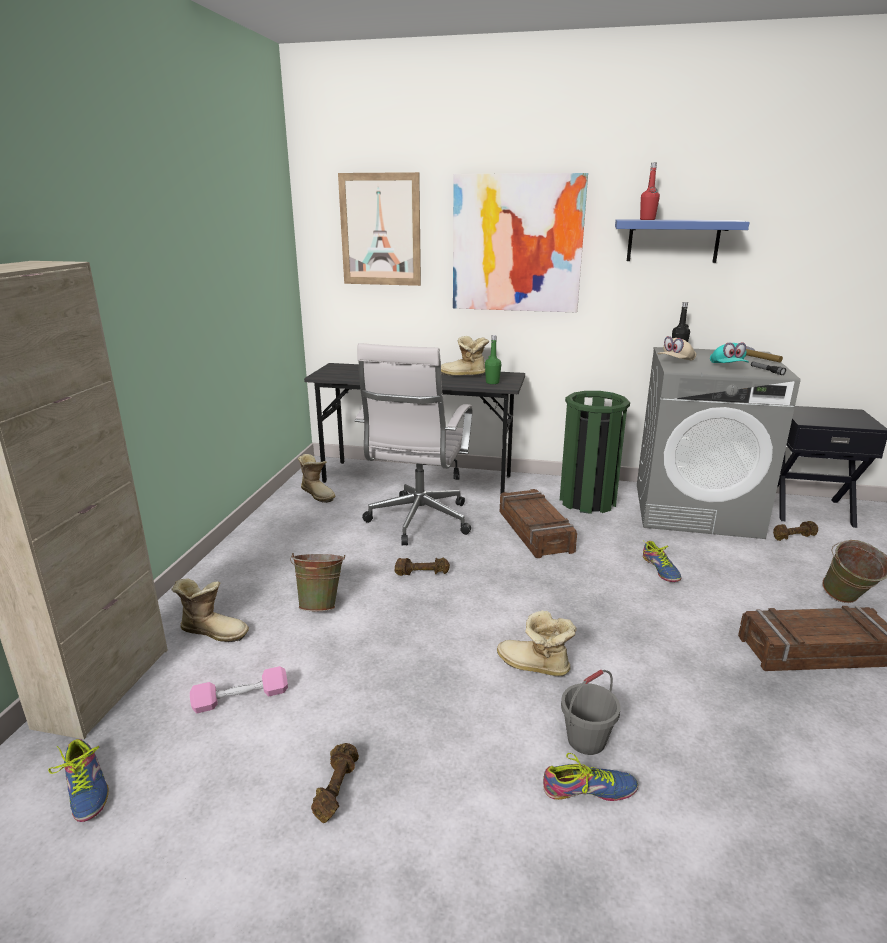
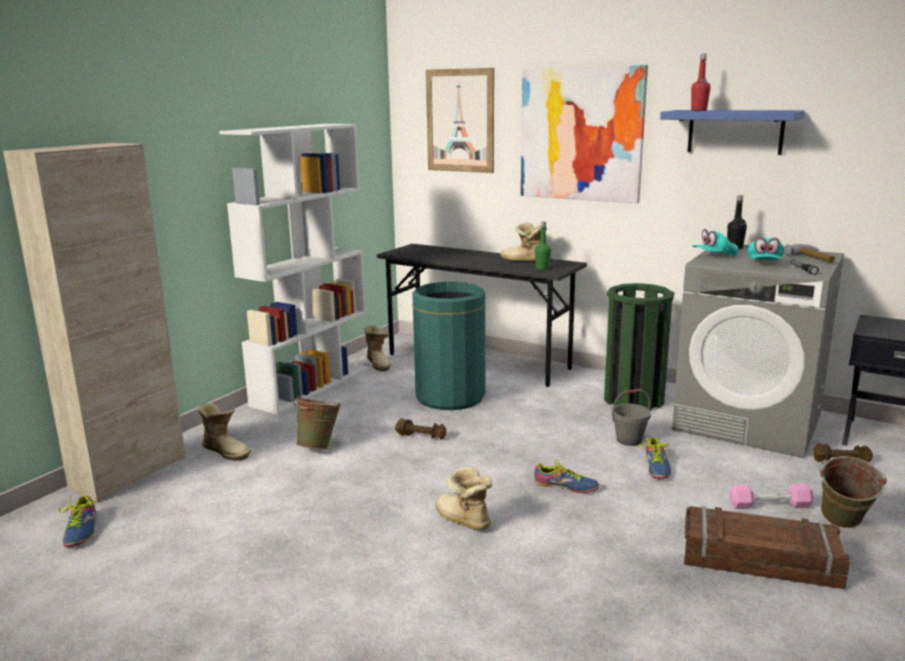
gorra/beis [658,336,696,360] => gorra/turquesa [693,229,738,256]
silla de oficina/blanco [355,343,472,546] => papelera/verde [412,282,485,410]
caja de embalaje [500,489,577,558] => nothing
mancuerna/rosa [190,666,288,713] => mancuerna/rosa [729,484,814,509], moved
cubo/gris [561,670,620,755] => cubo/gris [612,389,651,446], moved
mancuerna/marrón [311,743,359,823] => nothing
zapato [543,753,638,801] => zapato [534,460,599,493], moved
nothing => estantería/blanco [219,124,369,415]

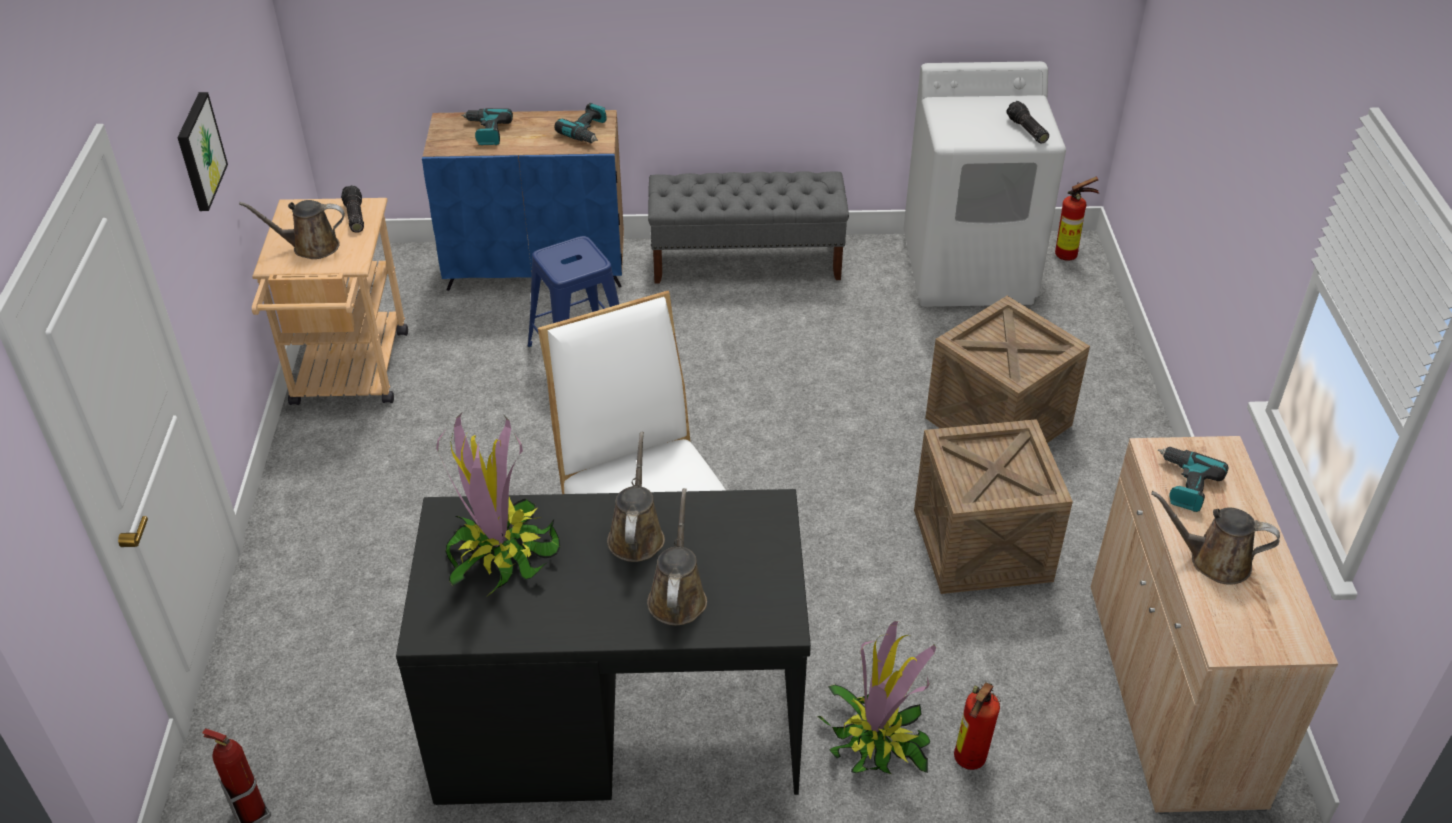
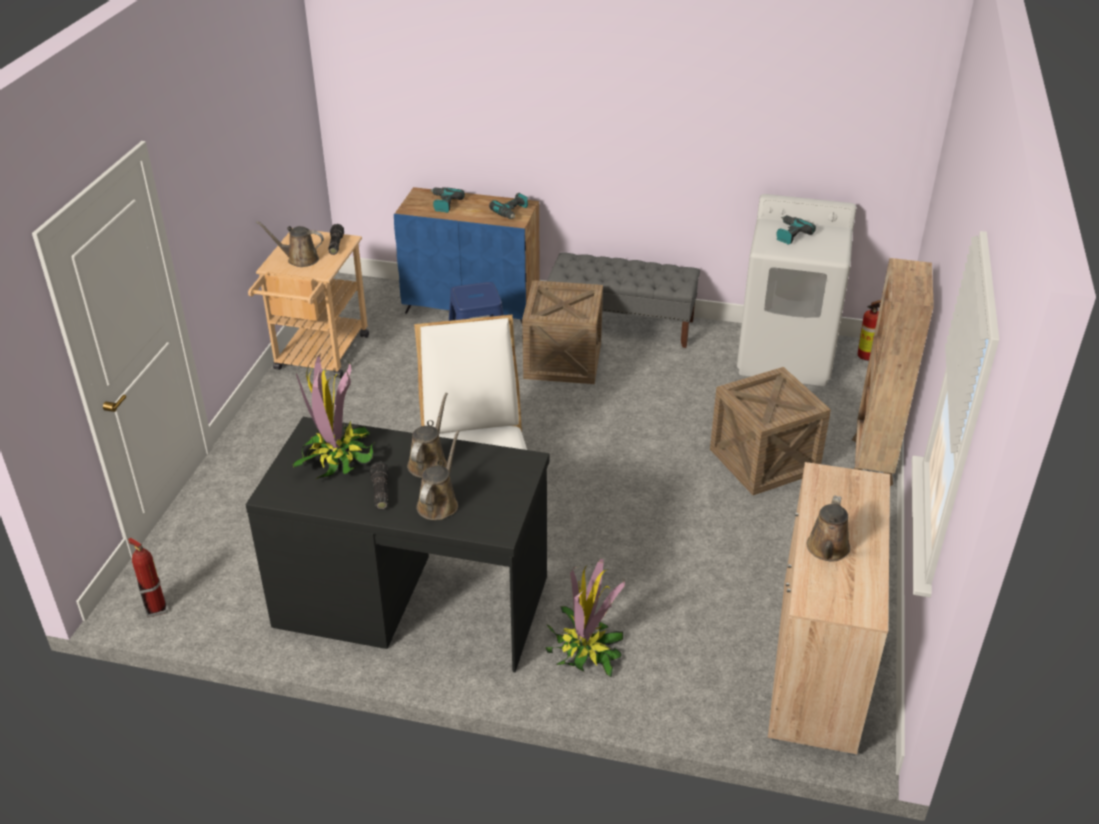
cuadro [177,92,228,211] => nothing
linterna [1007,101,1049,144] => linterna [370,462,389,510], moved
caja de embalaje [914,419,1073,594] => caja de embalaje [522,280,603,384], moved
taladro [1158,447,1229,512] => taladro [776,215,816,245], moved
regadera/marrón [1151,491,1280,585] => regadera/marrón [806,496,850,562], 105 degrees counterclockwise
extintor [954,682,1001,770] => nothing
nothing => estantería/marrón [852,258,934,486]

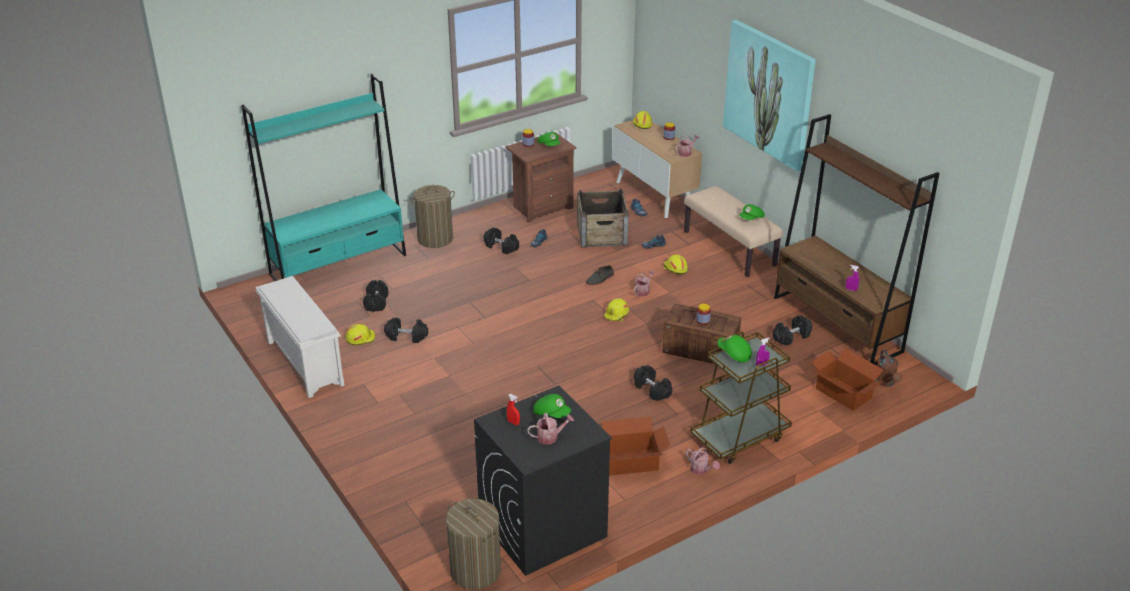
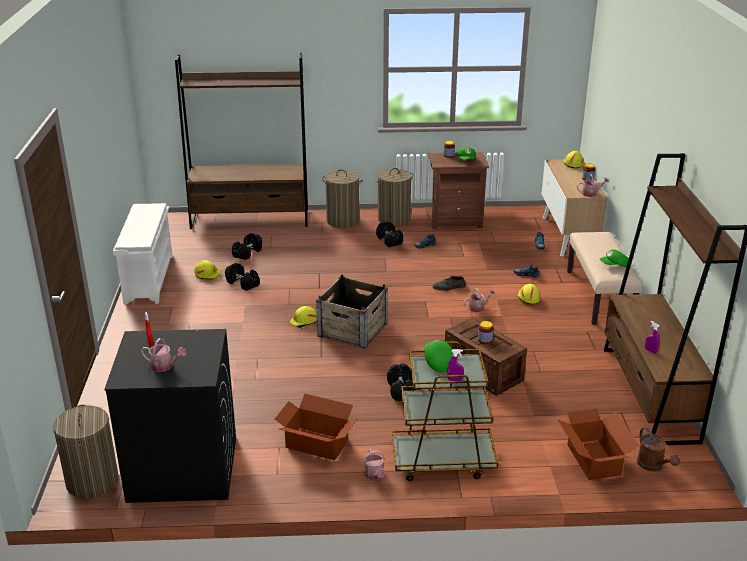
cuadro [723,20,816,171] => nothing
estantería/turquesa [241,73,406,281] => estantería/marrón [175,53,308,229]
caja de embalaje [577,188,629,248] => caja de embalaje [316,274,388,349], moved
casco/amarillo [604,298,629,321] => casco/amarillo [290,306,317,329], moved
mancuerna/negro [772,315,812,346] => nothing
regadera/marrón [875,350,902,387] => regadera/marrón [637,427,680,471], 45 degrees counterclockwise
gorra/verde [533,394,571,418] => nothing
nothing => cesto de la ropa [375,168,413,226]

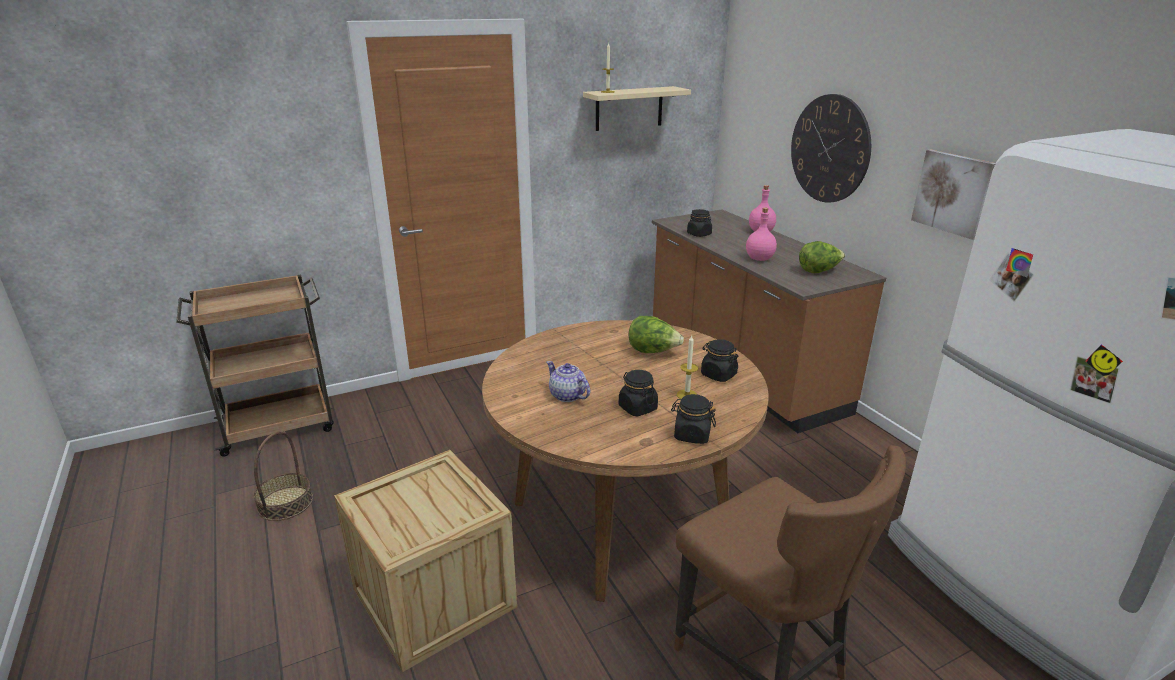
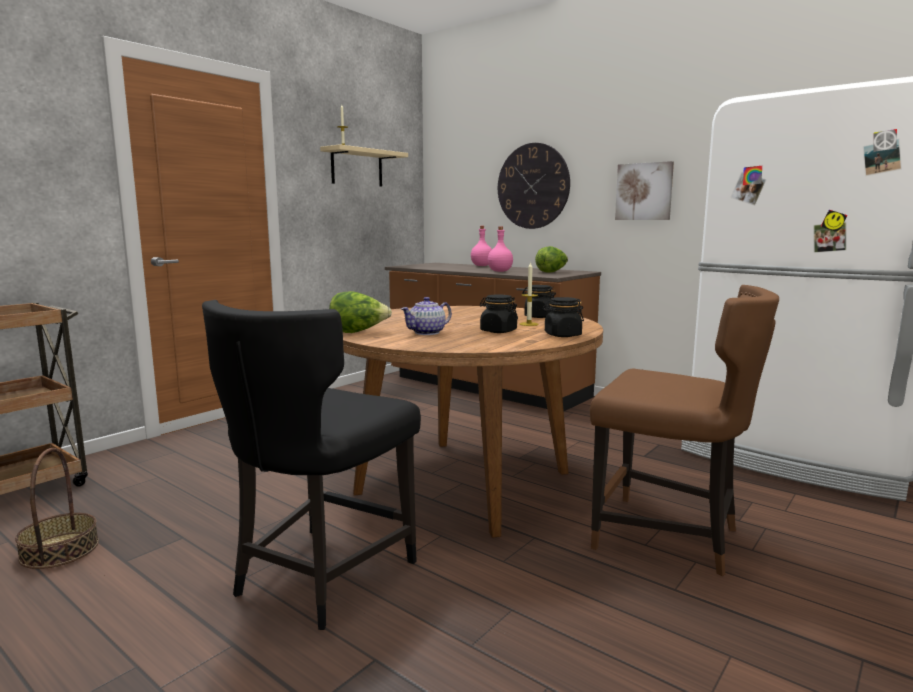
tarro/negro [687,209,712,237] => nothing
lechuga [629,316,684,353] => lechuga [329,291,392,333], moved
tetera [547,361,590,402] => tetera [401,297,452,335], 60 degrees counterclockwise
caja de embalaje [334,450,517,672] => silla/negro [202,300,421,630]

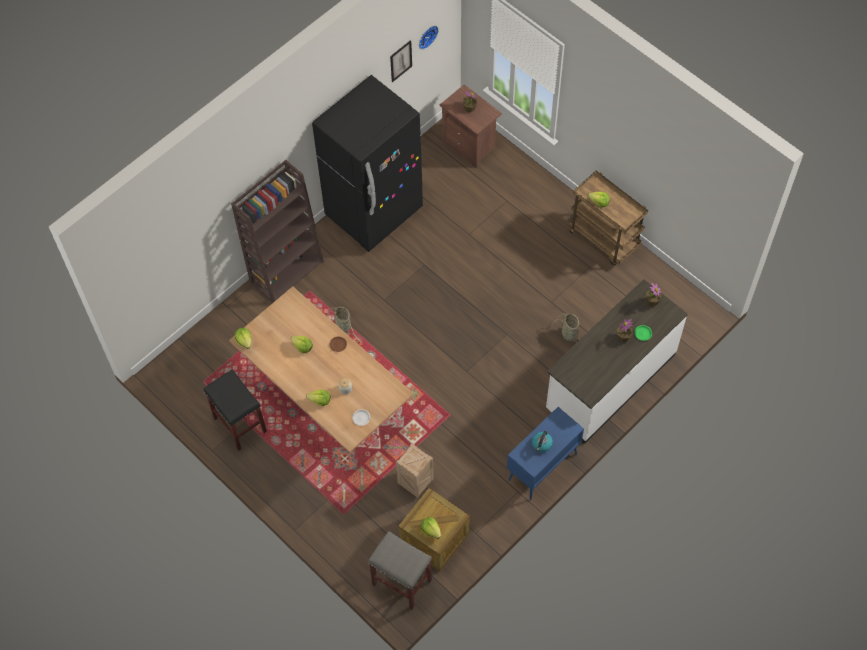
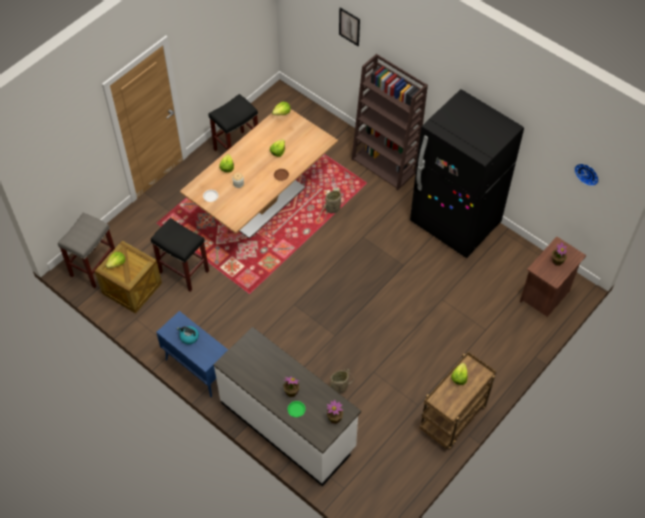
cuadro [390,40,412,82] => cuadro [339,7,360,46], moved
caja de embalaje [396,443,434,498] => taburete/negro [151,218,209,292]

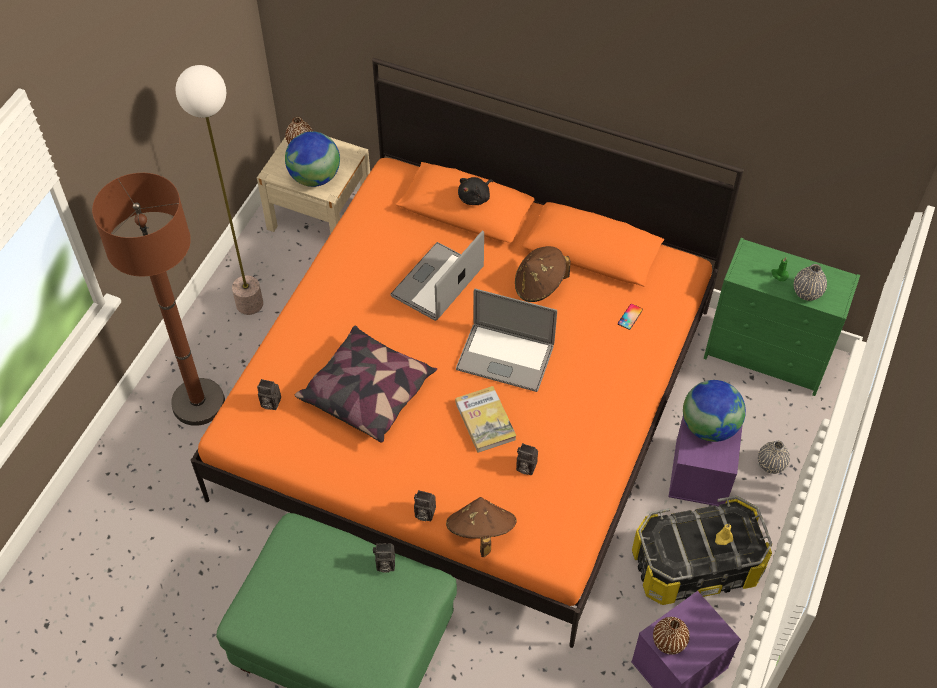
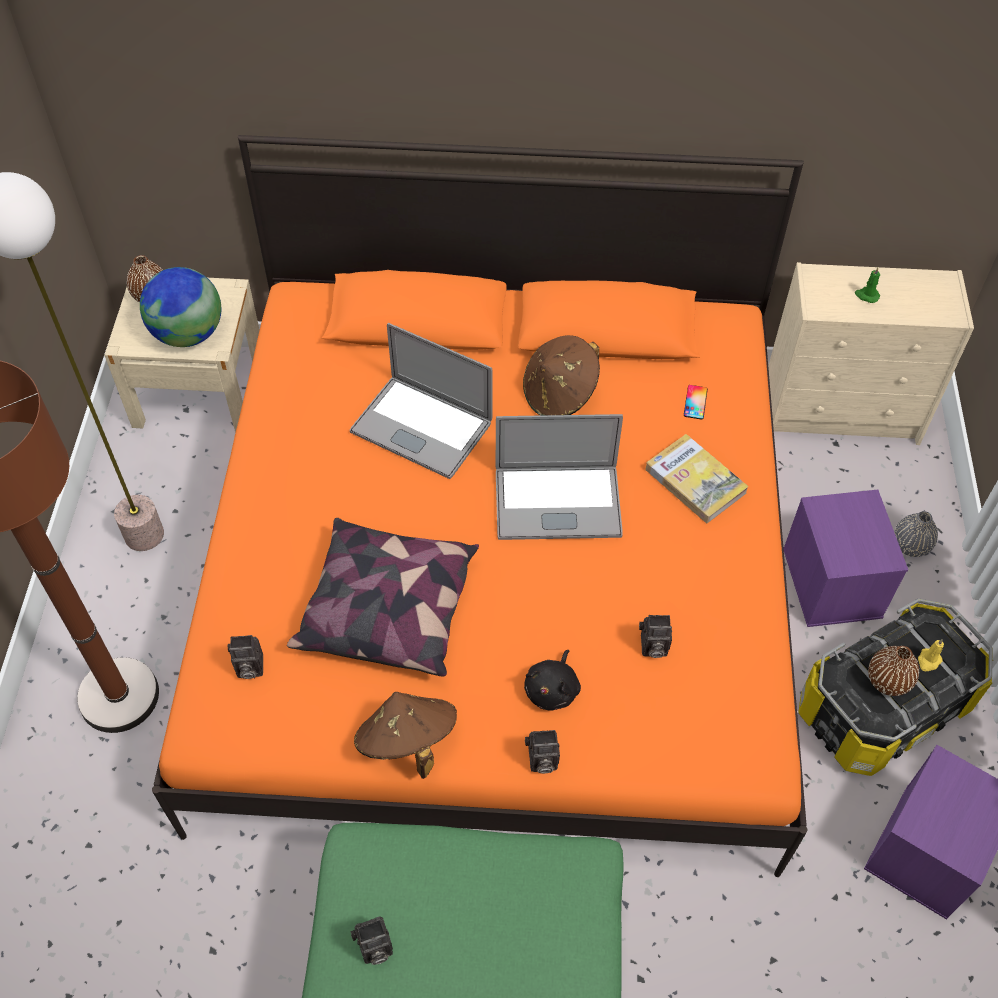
peluche/negro [458,177,493,205] => peluche/negro [524,650,581,711], moved
portátil [390,230,484,321] => portátil [350,323,492,479], 75 degrees counterclockwise
cómoda/verde [704,238,860,396] => cómoda/beis [768,262,974,445]
florero/gris [794,264,827,301] => nothing
globo terráqueo [683,380,746,442] => nothing
libro [455,386,516,453] => libro [645,434,749,523], moved
sombrero/marrón [446,497,517,557] => sombrero/marrón [354,692,457,779], moved
cámara [373,543,395,573] => cámara [351,916,393,965], moved
florero/marrón [653,617,690,655] => florero/marrón [868,646,919,696], moved

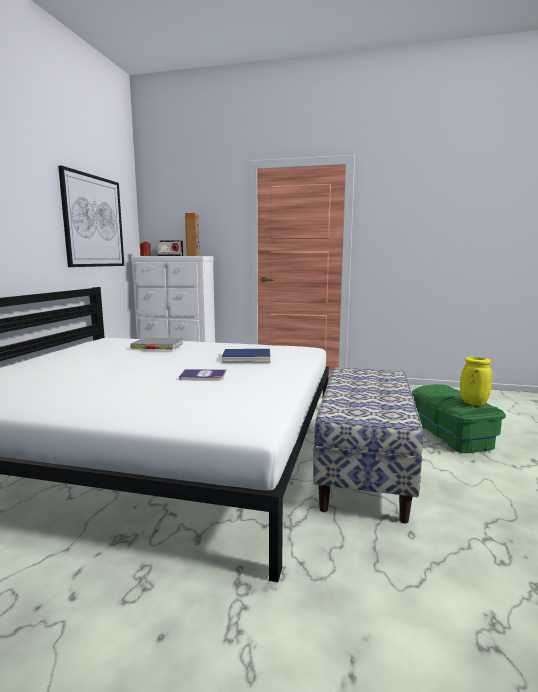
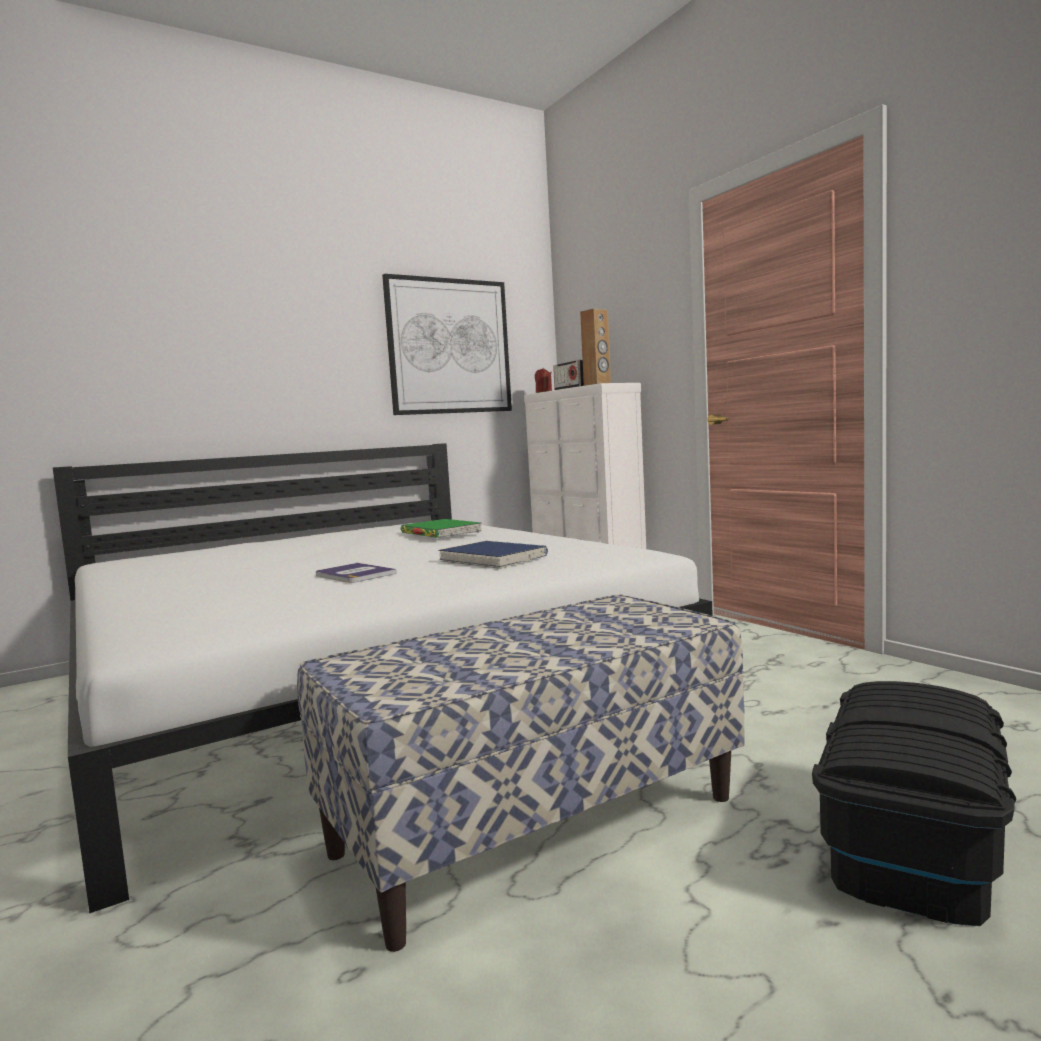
libro/gris [130,338,183,350] => libro/verde [401,519,482,538]
florero/amarillo [460,357,492,406] => nothing
caja de almacenaje/verde [412,384,506,453] => caja de almacenaje/negro [812,681,1016,926]

